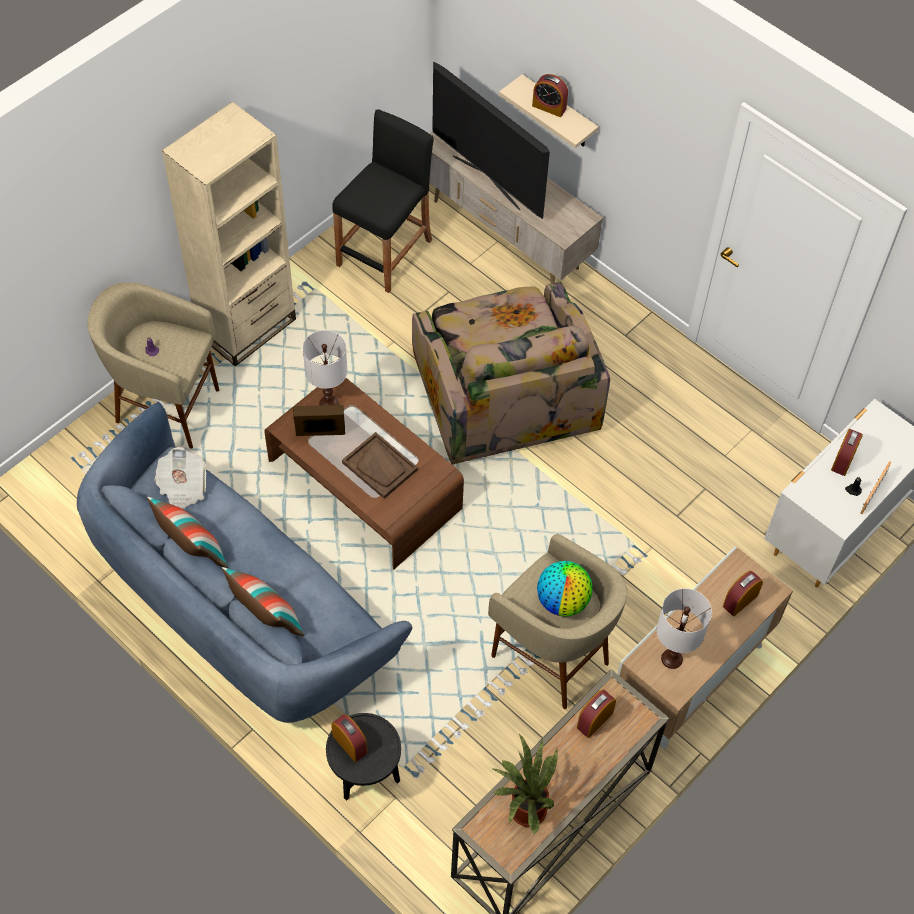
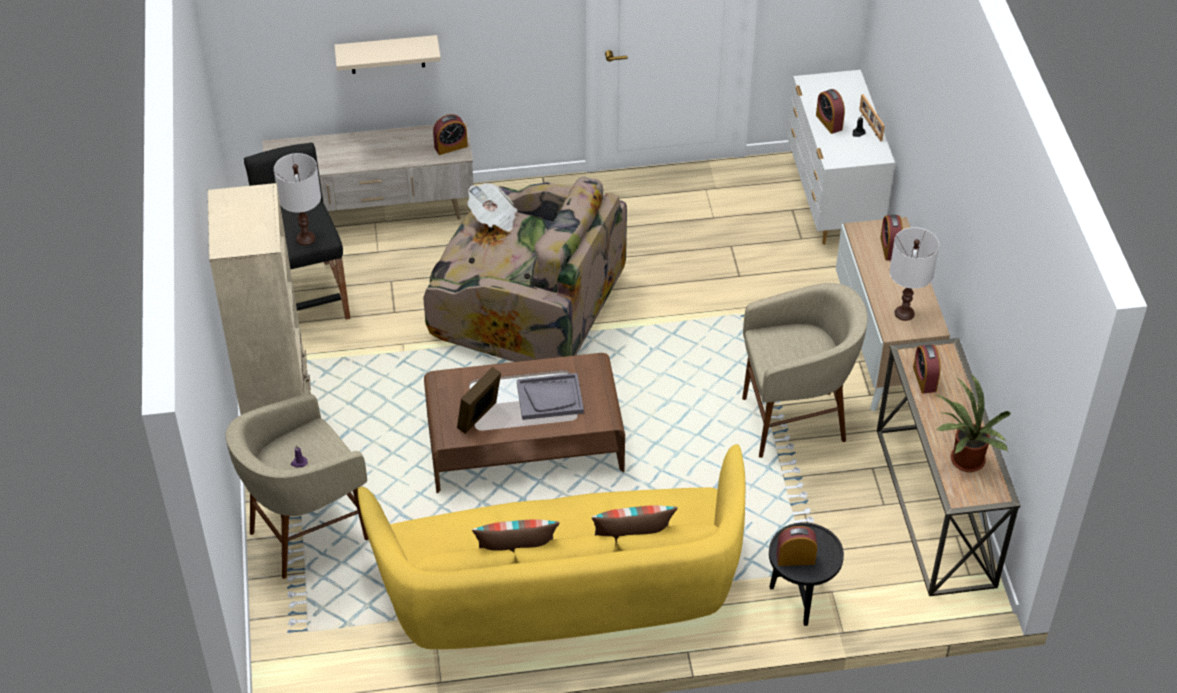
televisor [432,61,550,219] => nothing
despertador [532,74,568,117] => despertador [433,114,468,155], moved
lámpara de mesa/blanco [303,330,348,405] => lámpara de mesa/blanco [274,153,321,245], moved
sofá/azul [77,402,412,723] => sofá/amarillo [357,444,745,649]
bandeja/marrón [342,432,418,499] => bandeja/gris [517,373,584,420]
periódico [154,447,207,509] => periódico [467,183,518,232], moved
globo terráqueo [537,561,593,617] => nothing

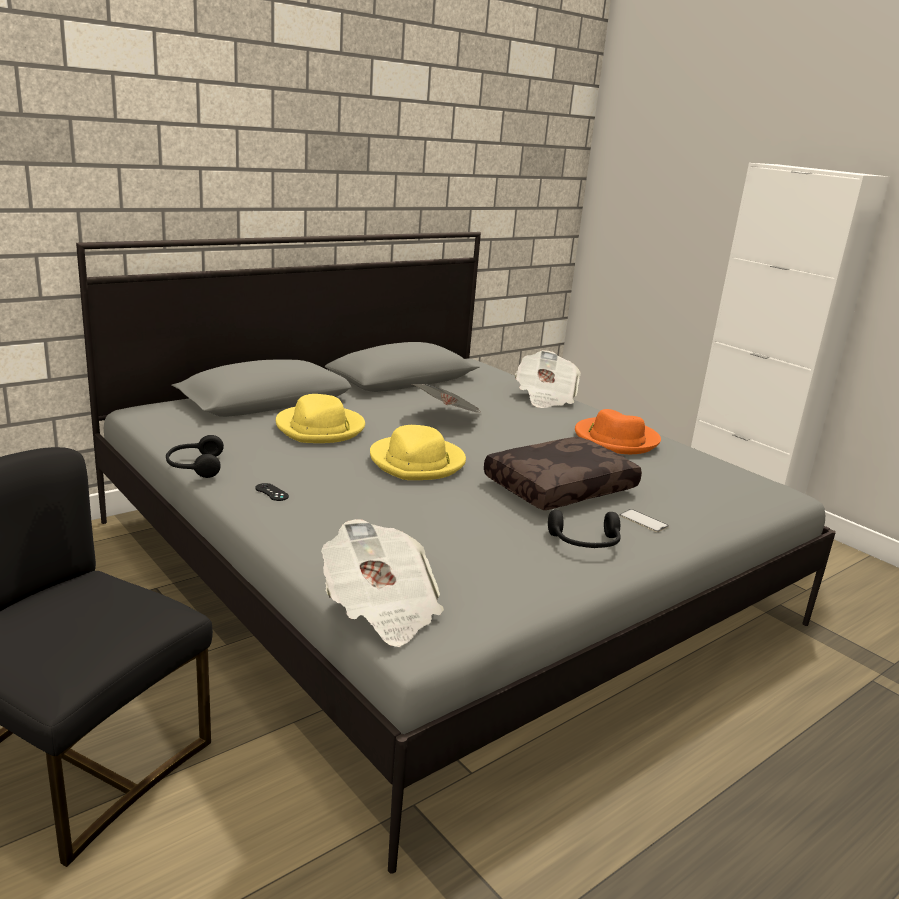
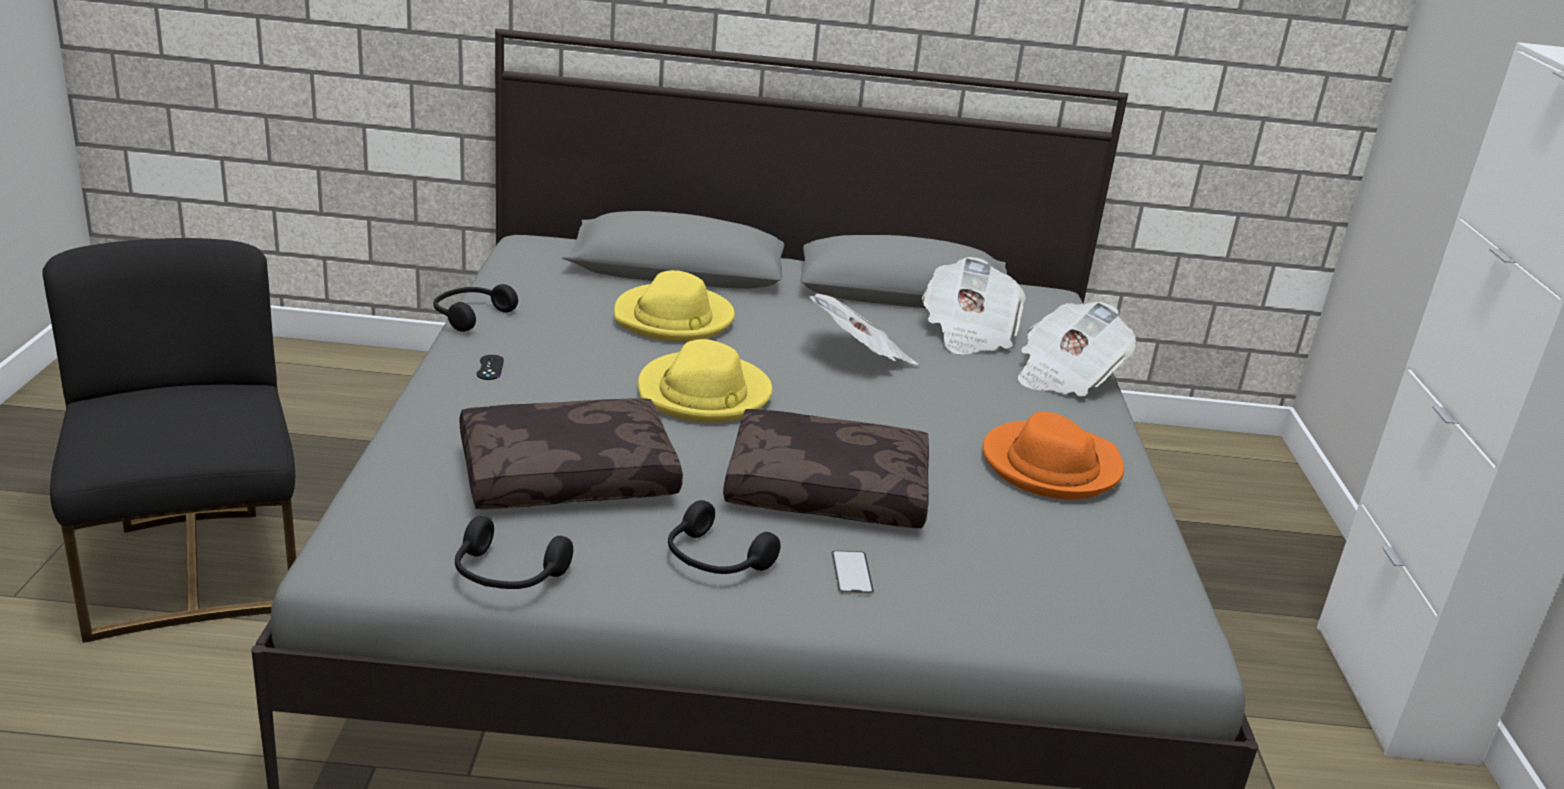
periódico [321,519,444,647] => periódico [922,257,1026,355], moved
nothing => cojín/marrón [460,398,683,510]
nothing => auriculares/negro [455,516,573,589]

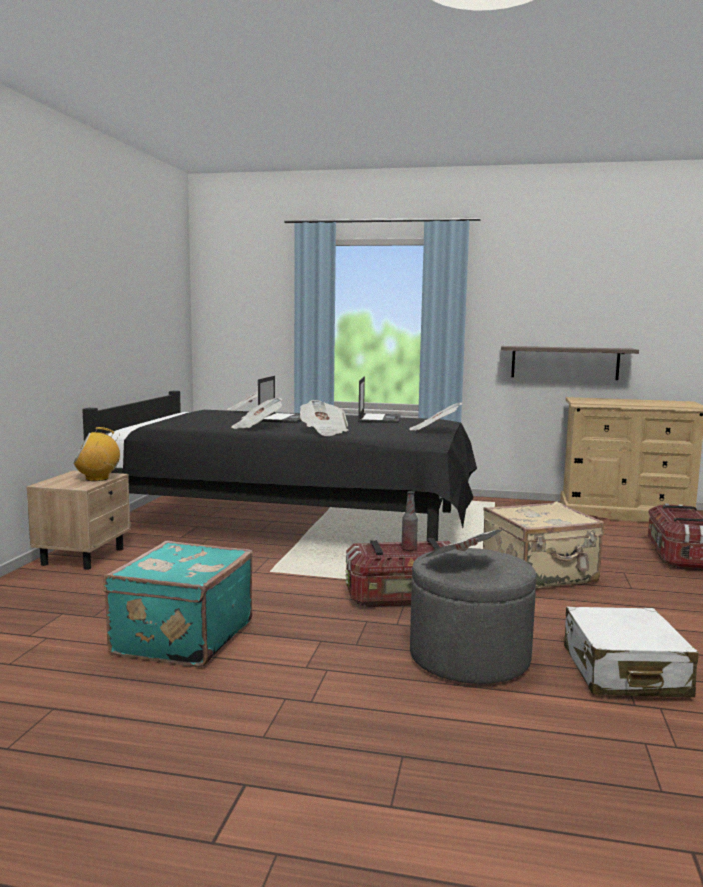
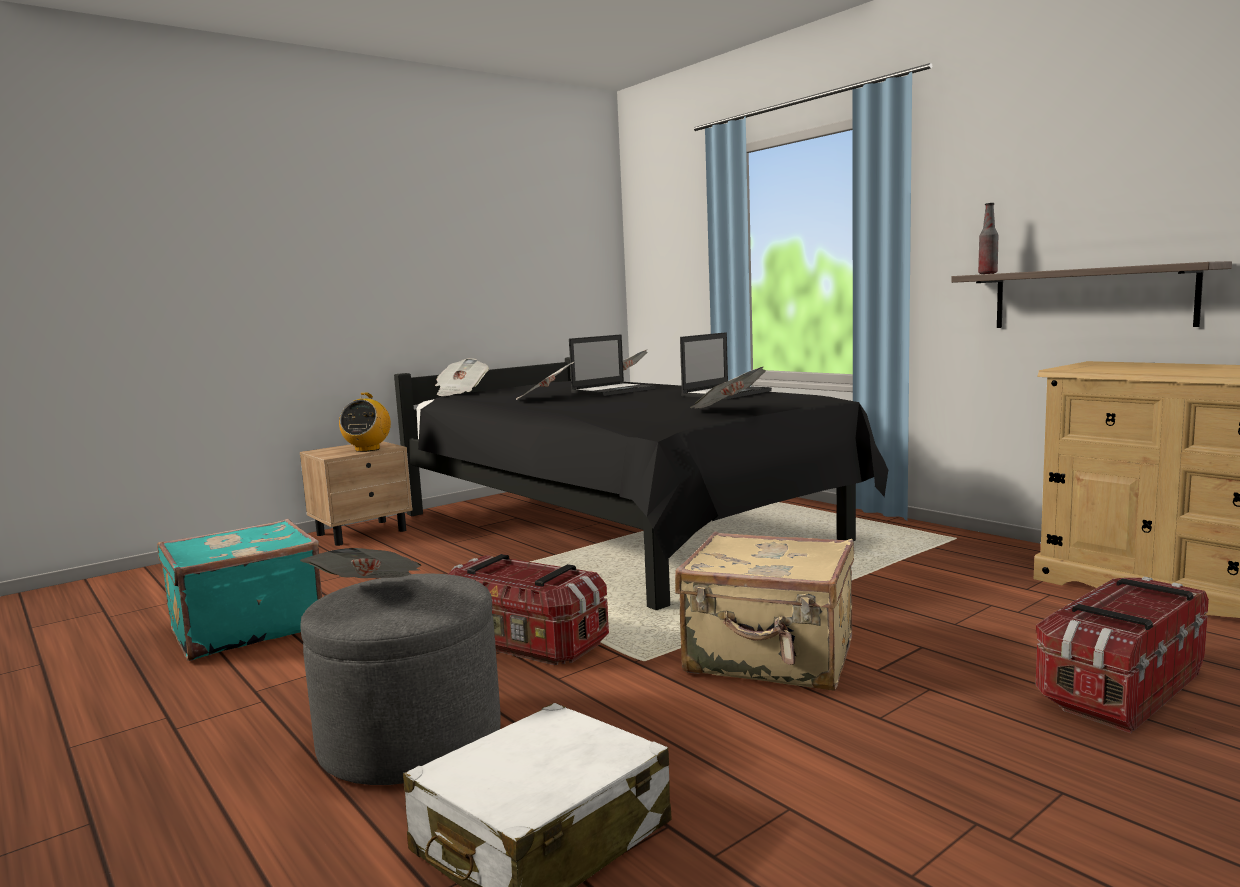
periódico [300,400,348,436] => periódico [435,358,489,396], moved
radio [73,427,121,481] => radio [339,393,391,452], 105 degrees counterclockwise
botella [401,491,418,551] => botella [978,203,998,274], moved

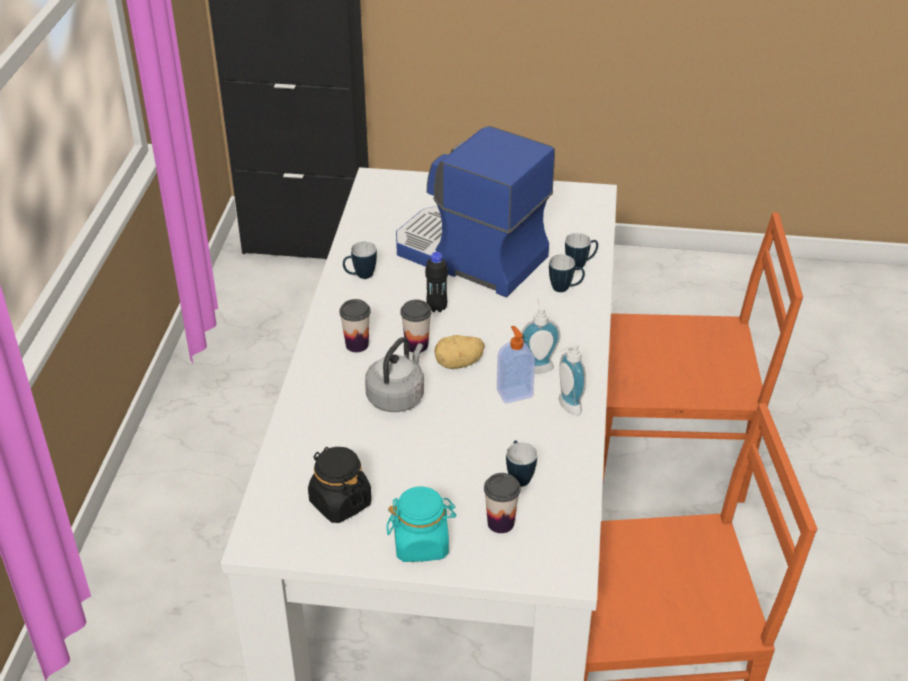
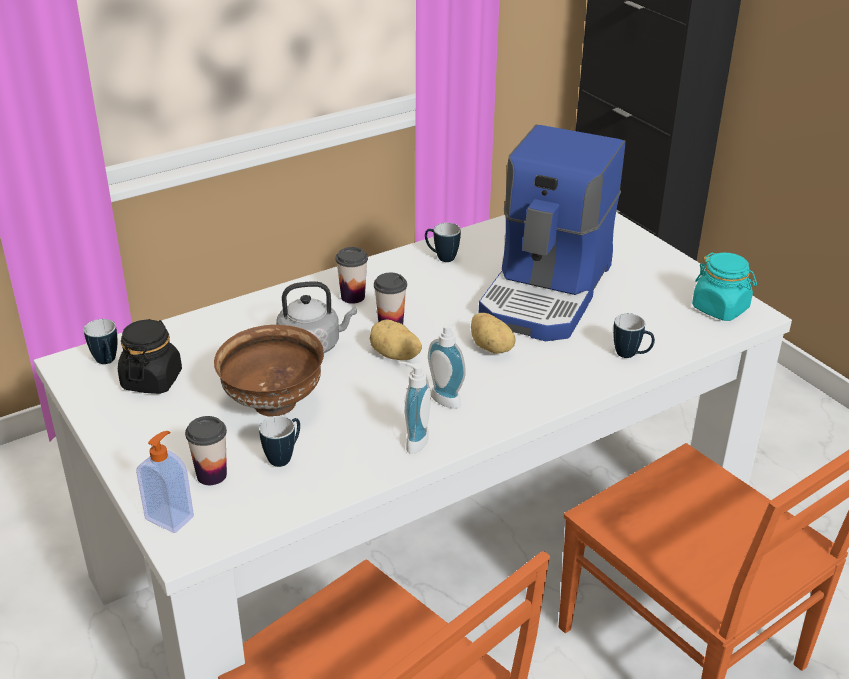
cafetera [396,126,555,297] => cafetera [479,125,625,341], 150 degrees counterclockwise
botella/negro [425,252,448,312] => nothing
taza grande [549,255,585,292] => taza grande [84,319,117,364], moved
dispensador de jabón [497,326,535,404] => dispensador de jabón [136,431,194,533], moved
tarro/turquesa [387,487,457,562] => tarro/turquesa [692,252,757,321], moved
nothing => patata [471,313,516,354]
nothing => cuenco/marrón [214,325,324,417]

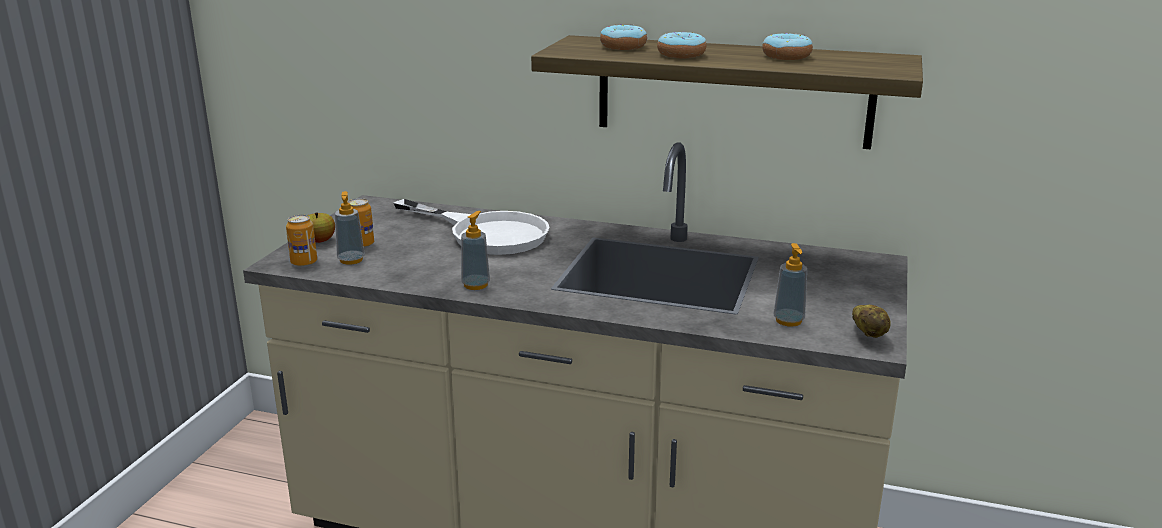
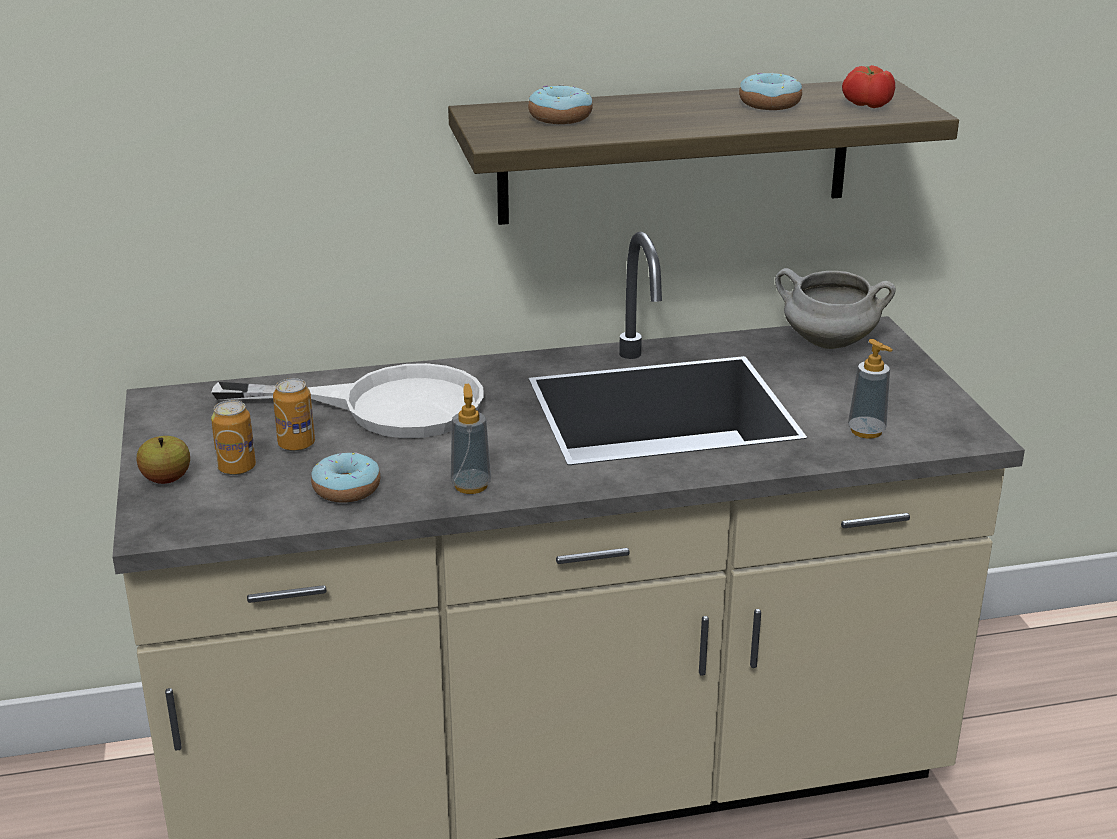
rosquilla [657,32,706,58] => rosquilla [311,452,381,503], moved
dispensador de jabón [335,191,365,265] => nothing
lata [286,215,317,267] => lata [273,378,315,451], moved
patata [852,305,891,338] => nothing
nothing => tomate [842,65,895,108]
nothing => olla/blanco [775,268,896,349]

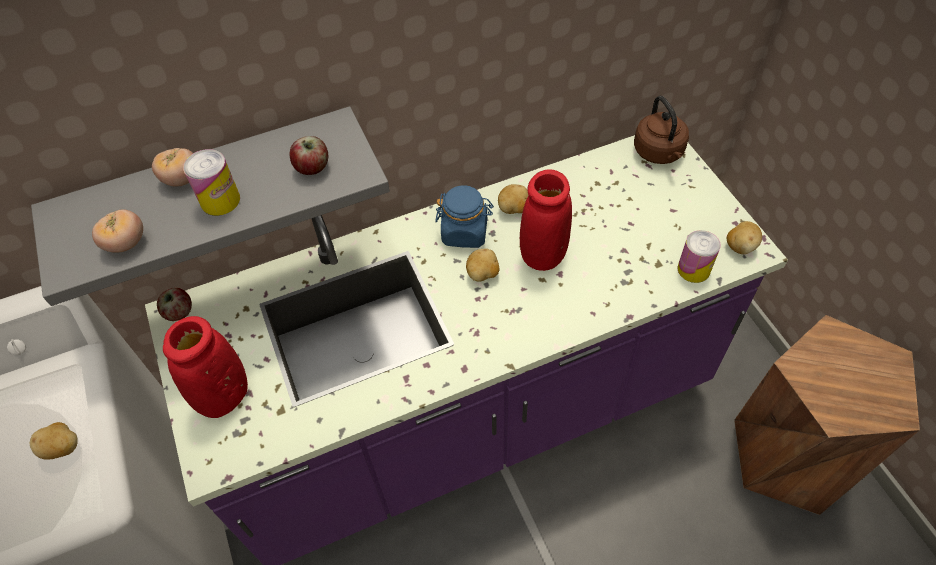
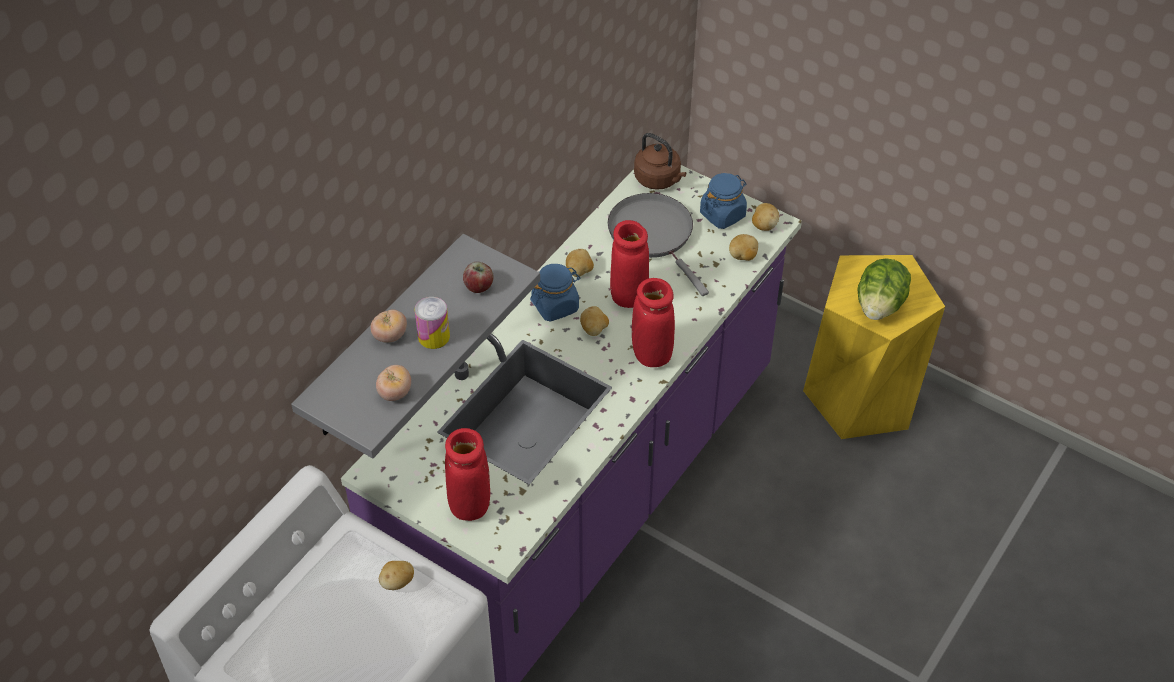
lata [678,230,721,283] => patata [729,234,758,261]
manzana [157,288,192,321] => nothing
taburete/marrón [734,315,920,515] => taburete/amarillo [803,255,945,439]
nothing => tarro/azul [700,173,747,229]
nothing => sartén/gris [608,193,709,296]
nothing => lechuga [858,259,911,320]
nothing => florero/rojo [632,278,675,367]

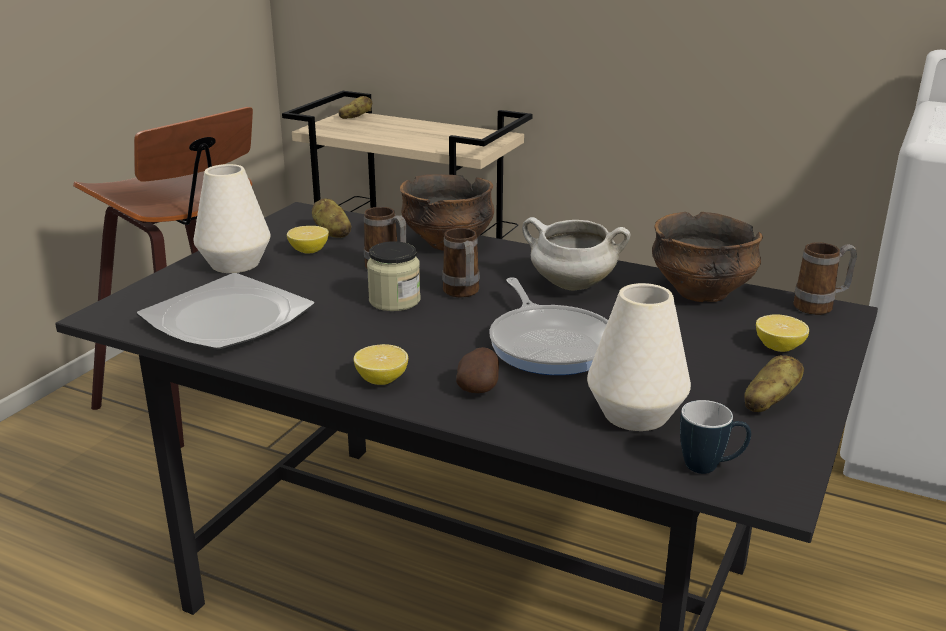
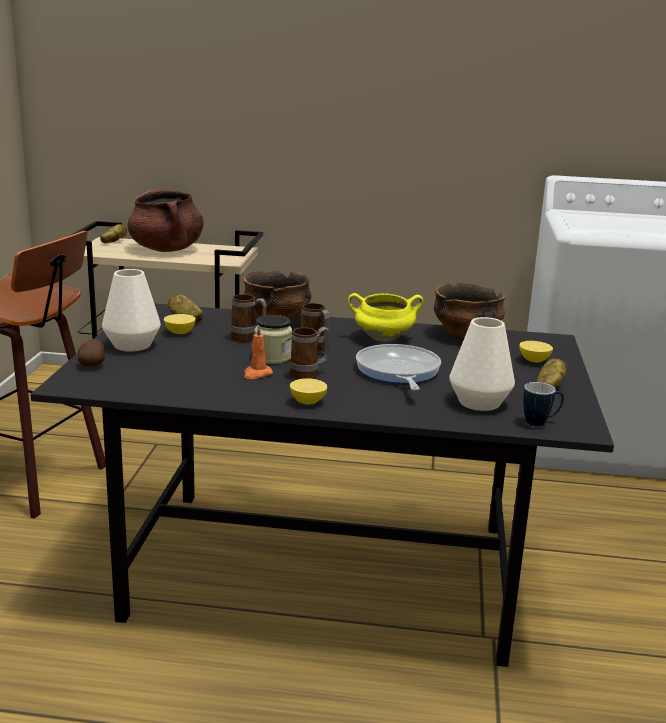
olla/blanco [522,217,631,291] => olla/amarillo [348,293,424,341]
taza grande [793,242,857,315] => taza grande [290,327,330,380], moved
plato [137,273,315,350] => nothing
sartén [489,278,608,375] => sartén [356,344,441,390], 150 degrees counterclockwise
patata [456,347,499,393] => patata [78,339,105,366], moved
nothing => olla/marrón [128,189,204,252]
nothing => vela/naranja [244,325,273,379]

